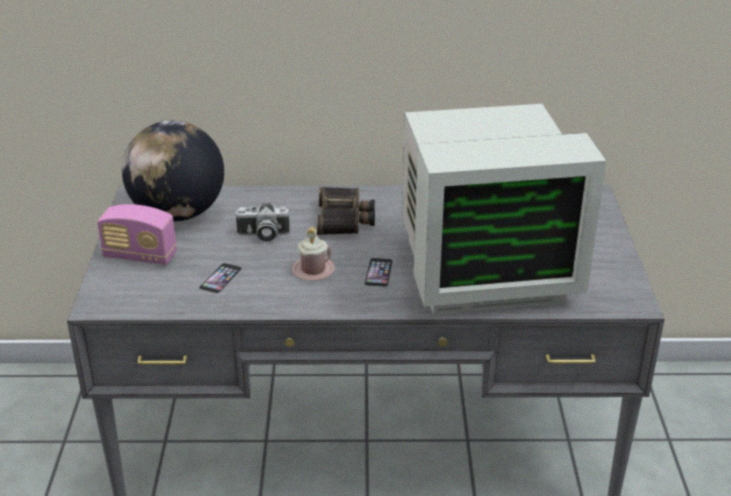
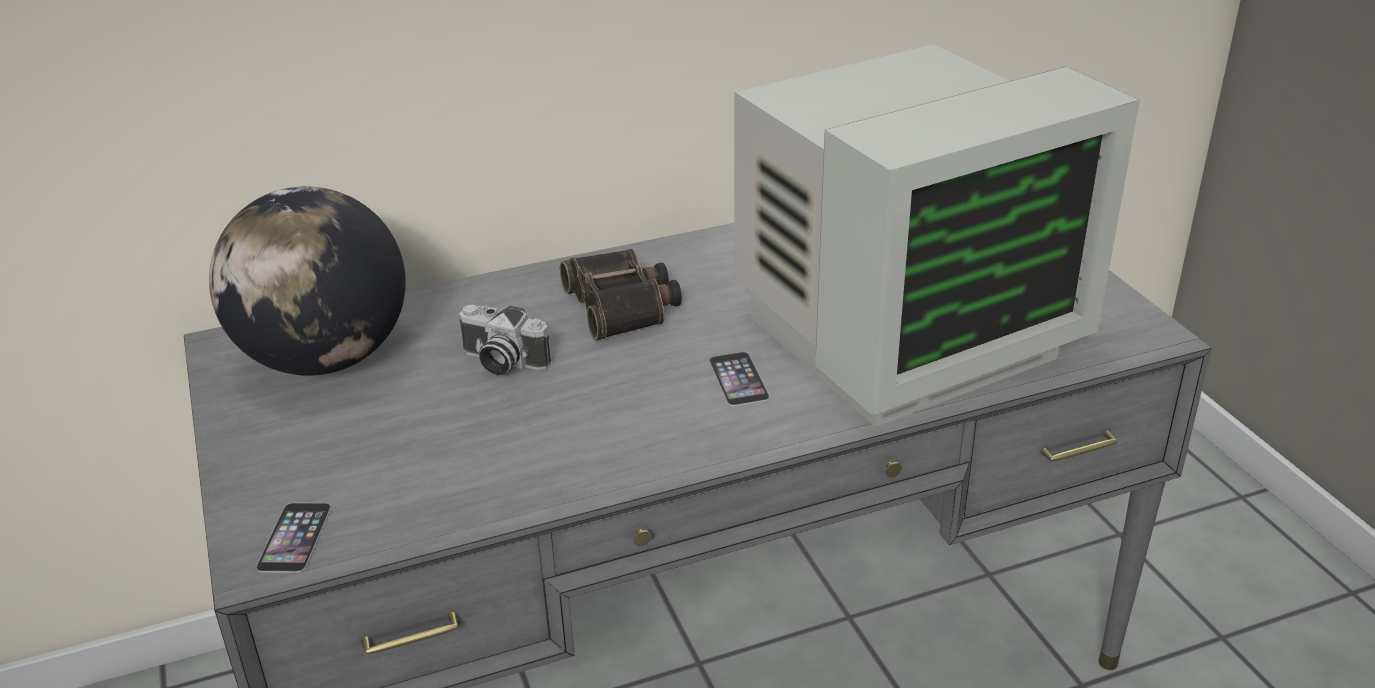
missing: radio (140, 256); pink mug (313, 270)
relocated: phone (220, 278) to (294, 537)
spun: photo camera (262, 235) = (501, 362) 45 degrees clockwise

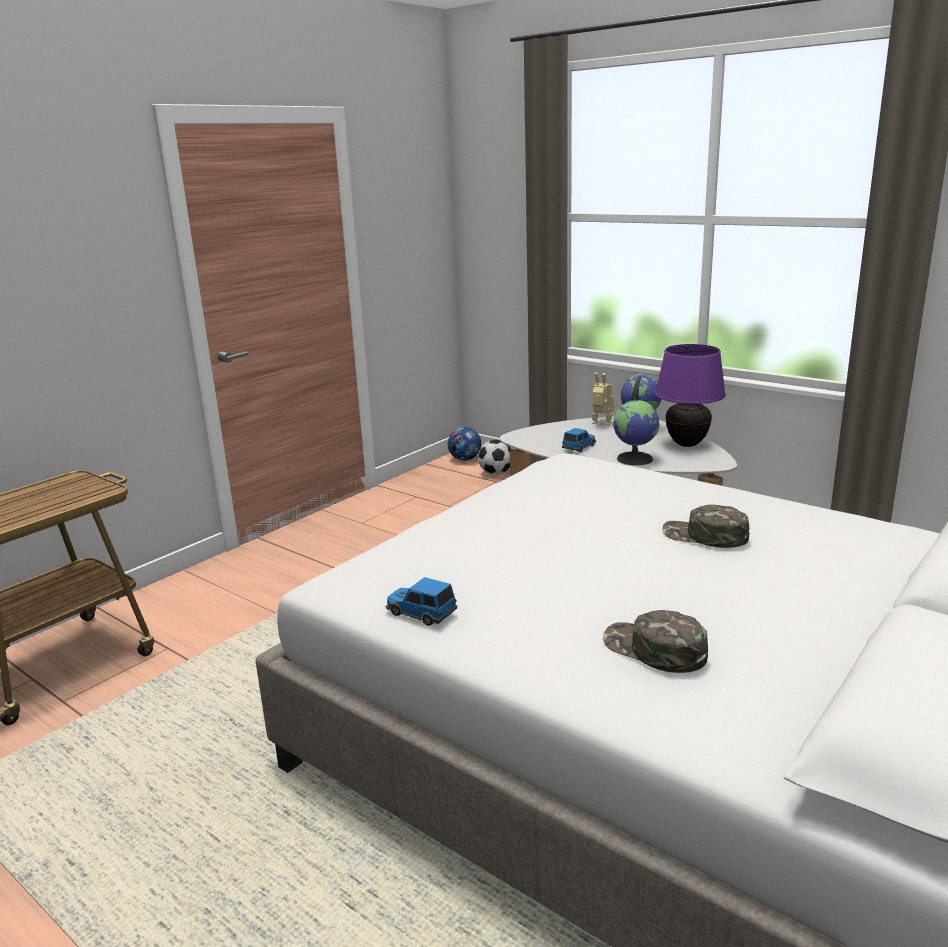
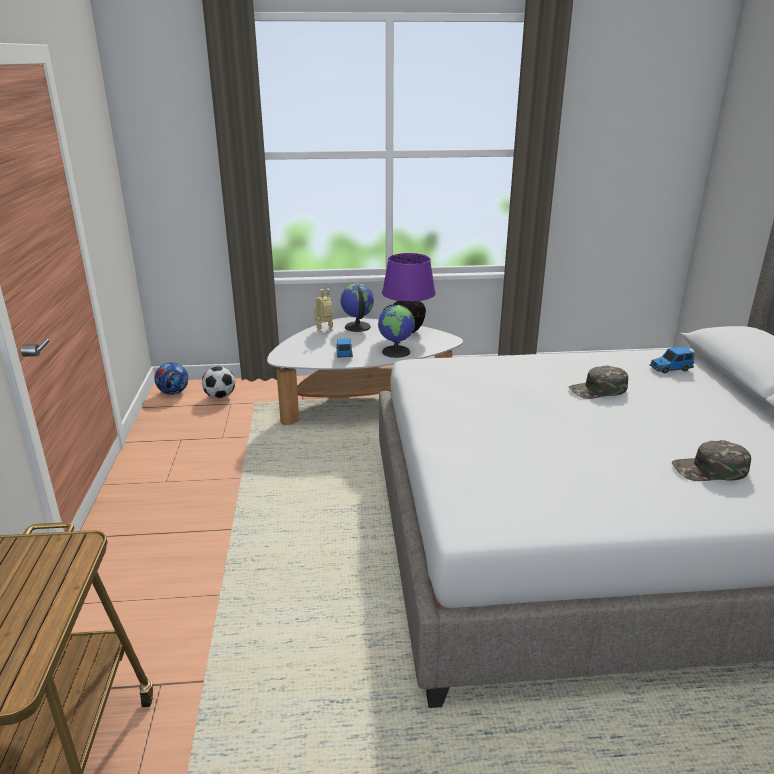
relocated: toy car (420, 613) to (670, 368)

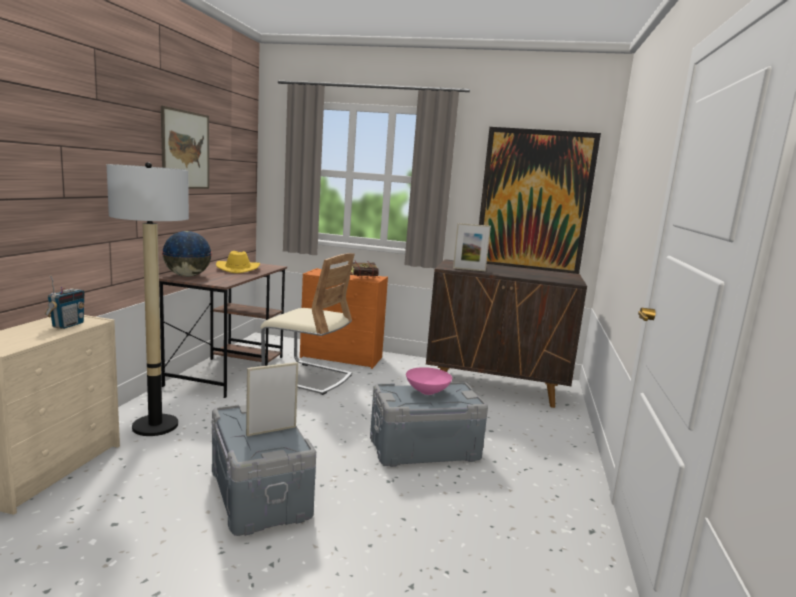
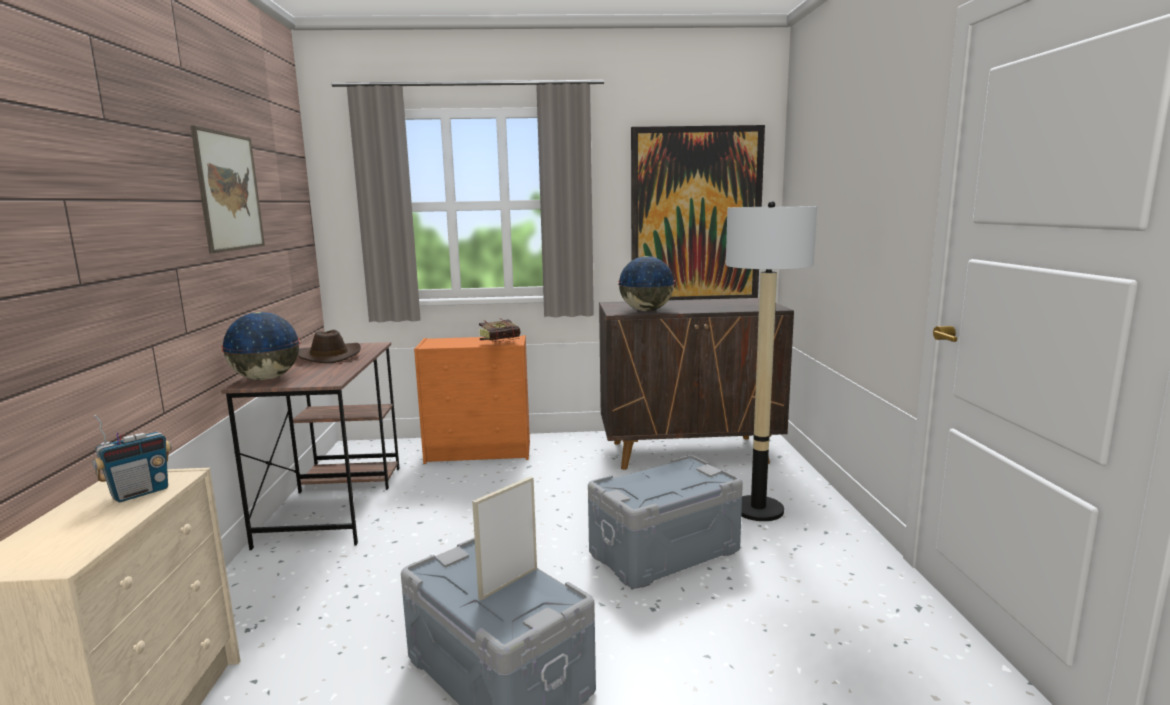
missing: beige chair (307, 377); pink bowl (427, 391)
relocated: floor lamp (155, 426) to (758, 509)
exchanged: picture frame (469, 269) to globe (646, 311)
colour: yellow hat (238, 269) to brown hat (328, 356)
spun: radio (67, 325) = (140, 493) 45 degrees clockwise

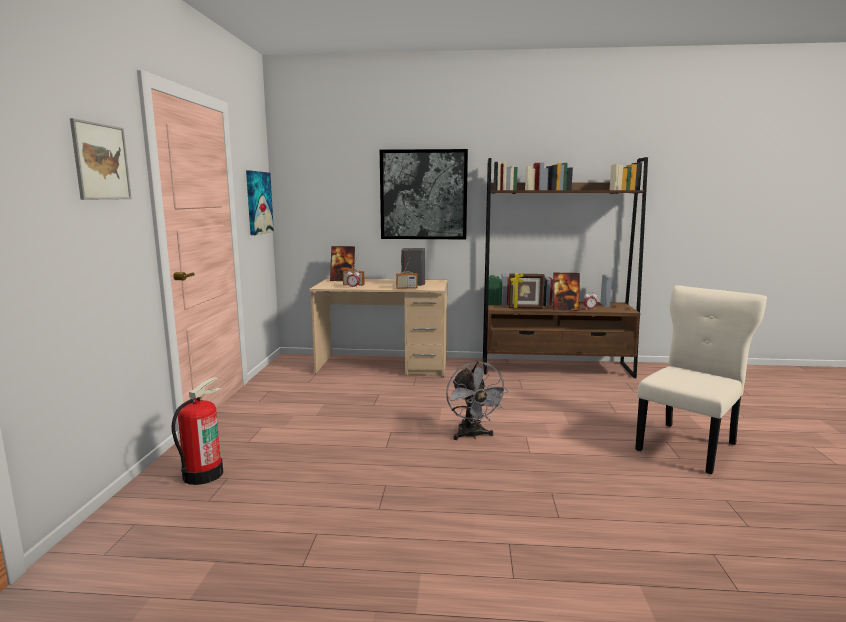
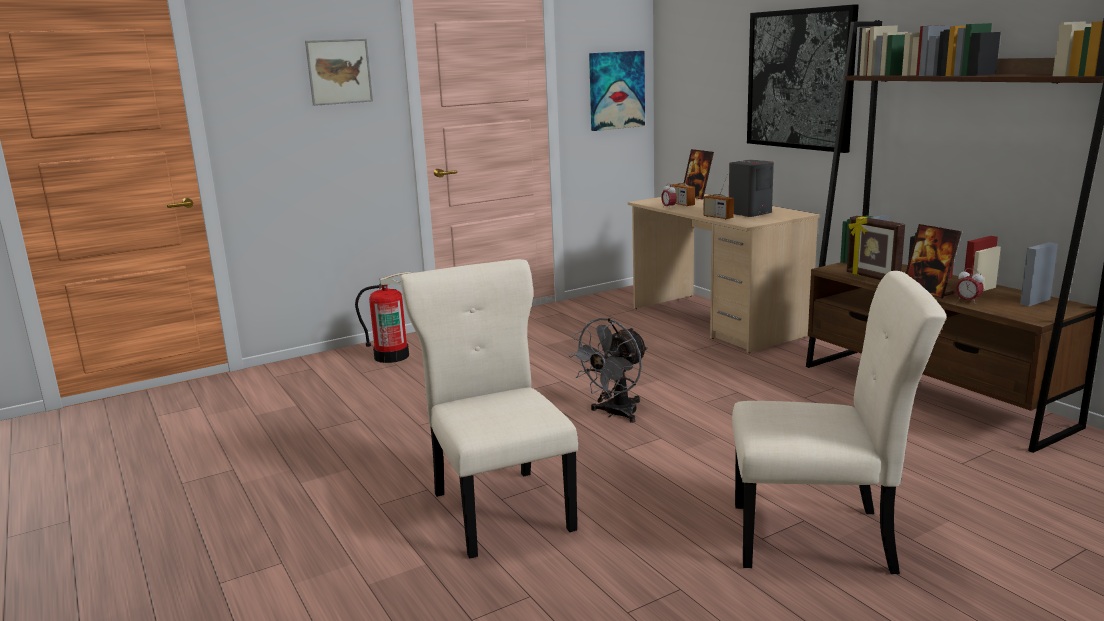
appeared: beige chair (500, 508)

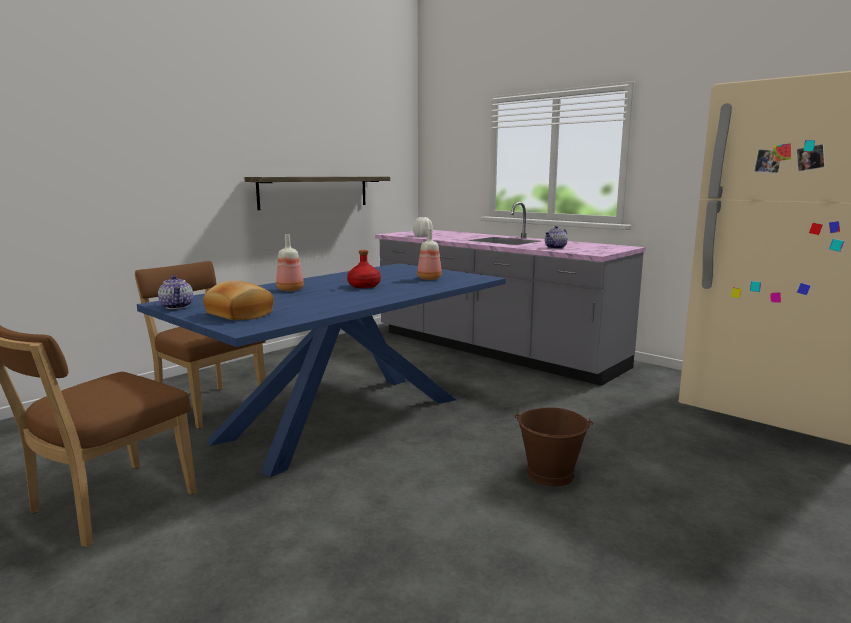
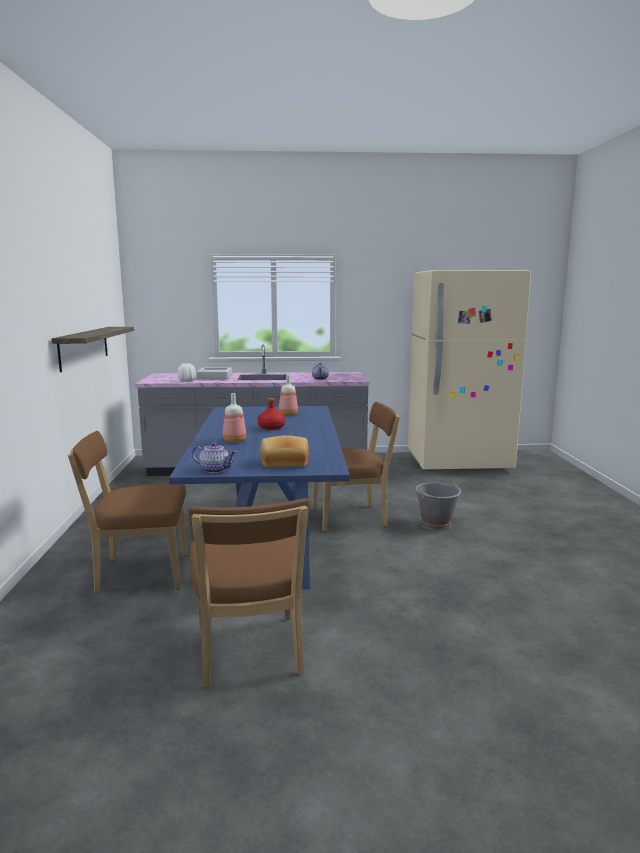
appeared: grey tray (214, 377); brown chair (352, 517)
colour: brown bucket (551, 474) to grey bucket (436, 524)

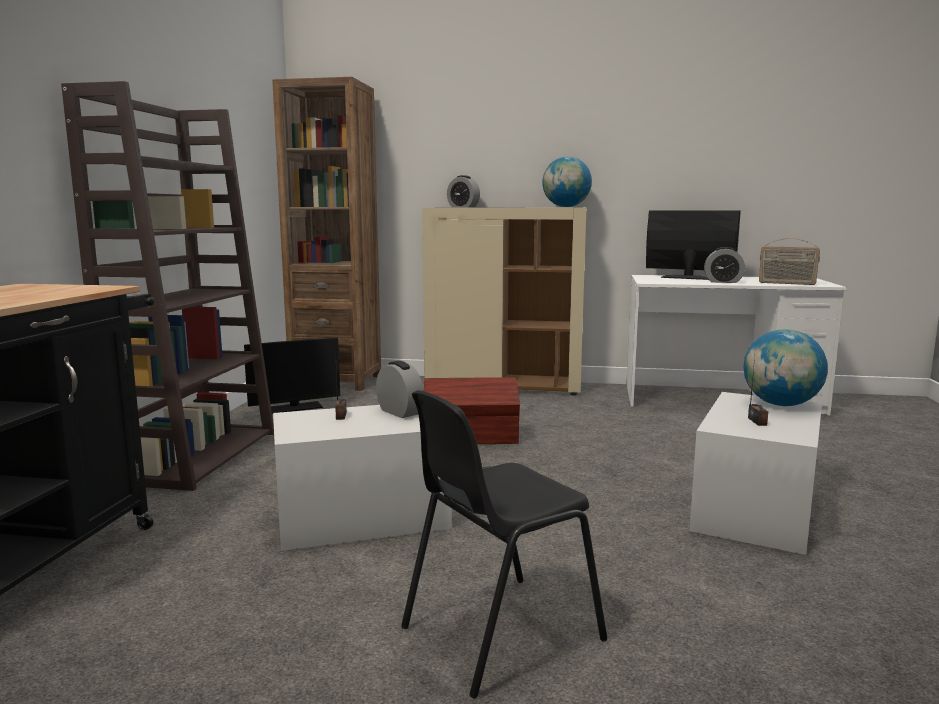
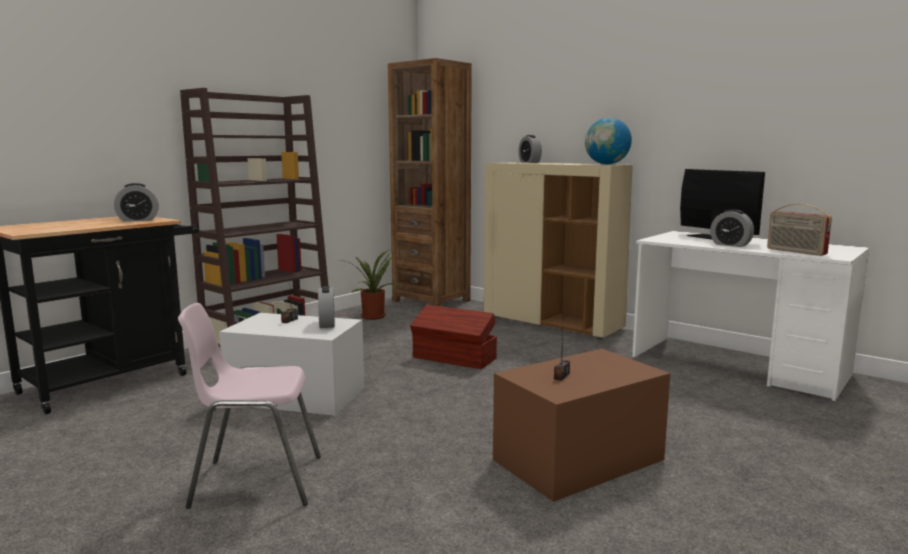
missing: globe (781, 404)
appeared: alarm clock (138, 220)
exchanged: monitor (294, 407) to potted plant (373, 316)
colour: black chair (498, 633) to pink chair (256, 481); white storage box (755, 510) to brown storage box (578, 459)

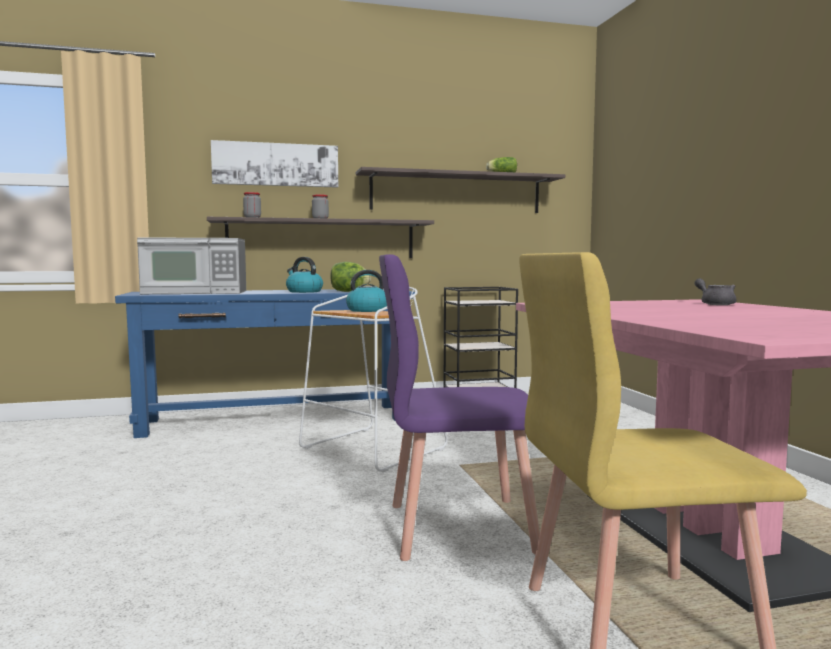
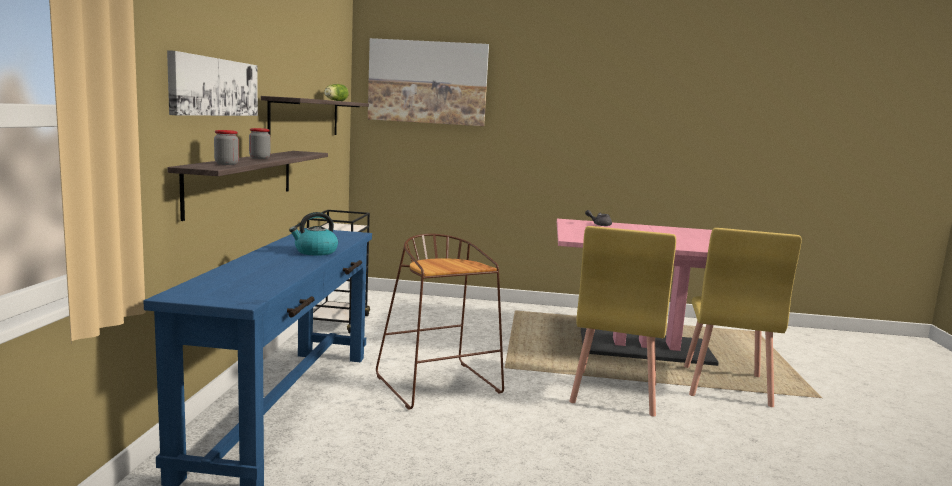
missing: microwave (195, 292); lettuce (349, 291); kettle (368, 310)
appeared: picture (428, 82)
colour: white stool (372, 450) to brown stool (440, 386); purple chair (458, 527) to yellow chair (613, 393)

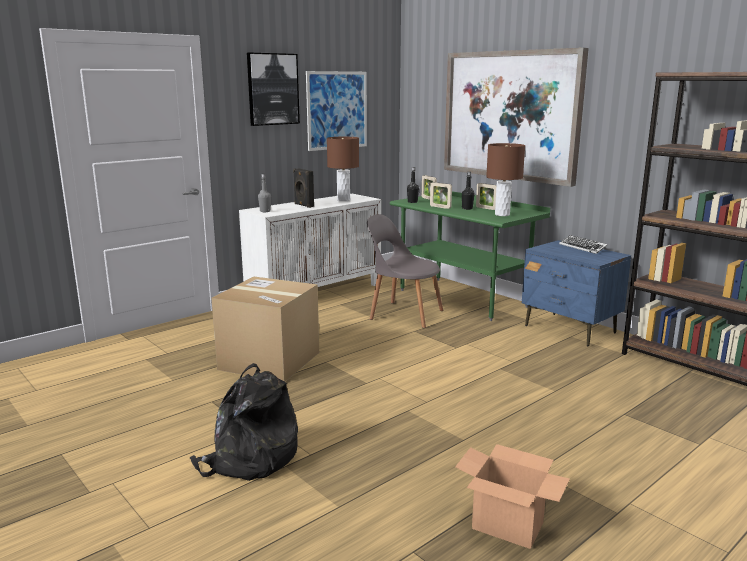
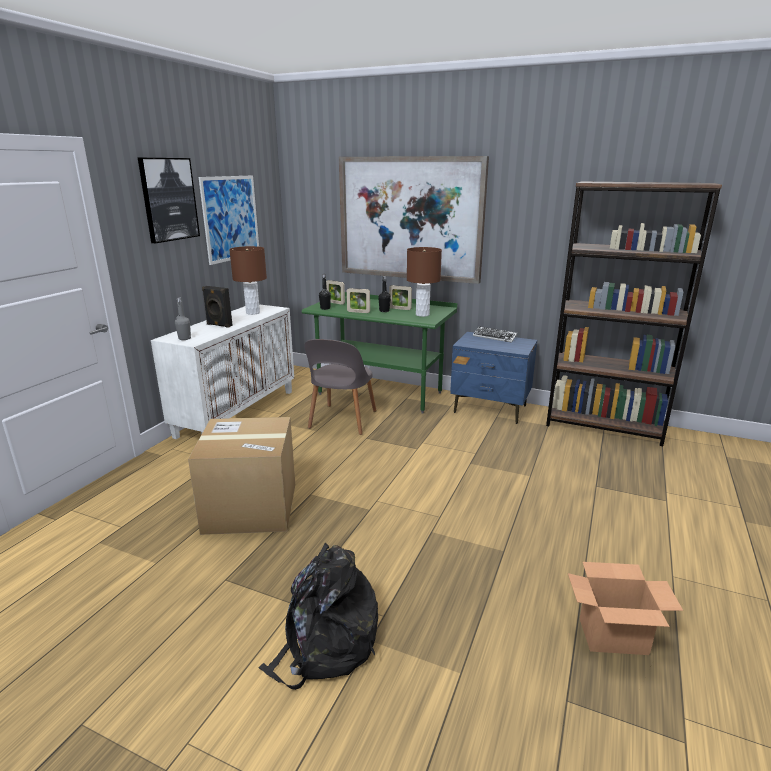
spun: grey chair (403, 314) = (342, 421) 75 degrees counterclockwise

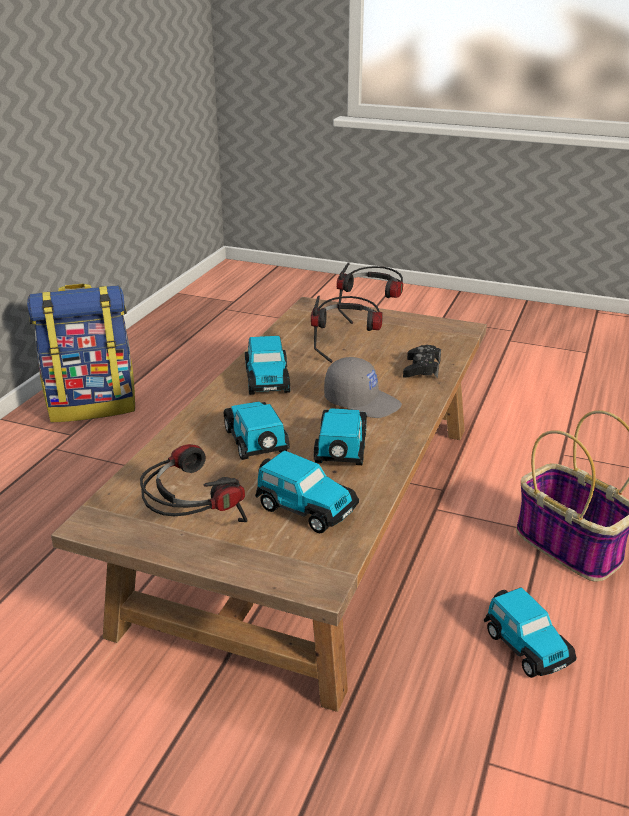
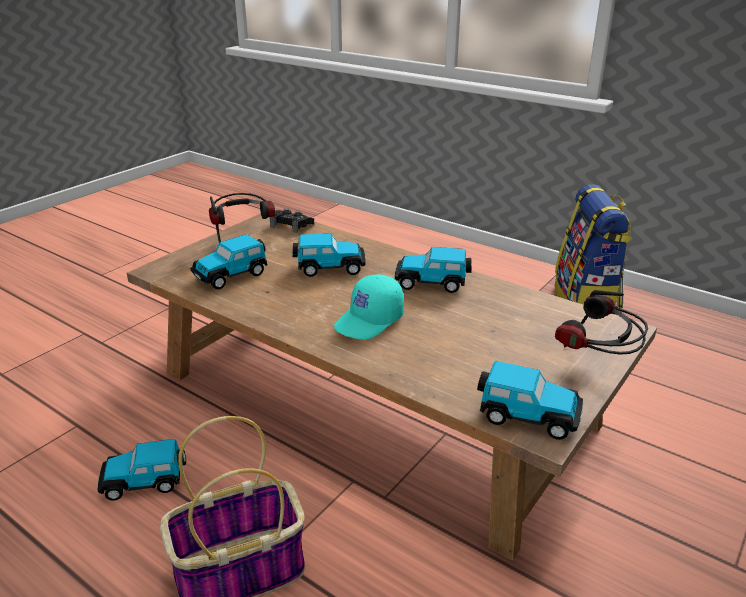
missing: headphones (347, 349)
relocated: toy car (341, 449) to (526, 415); black game controller (422, 369) to (291, 225)
colour: grey cap (362, 401) to turquoise cap (370, 321)

